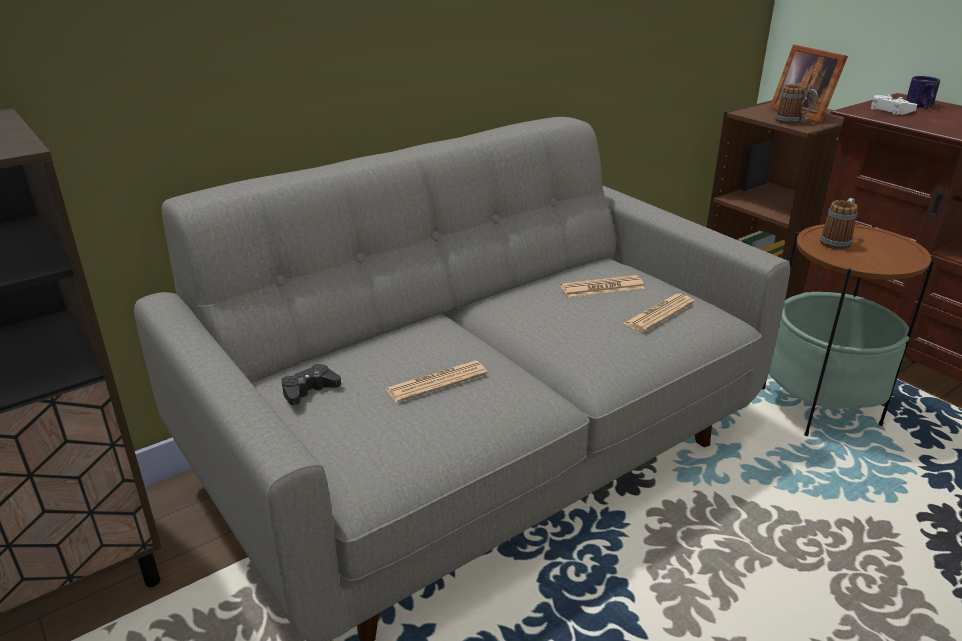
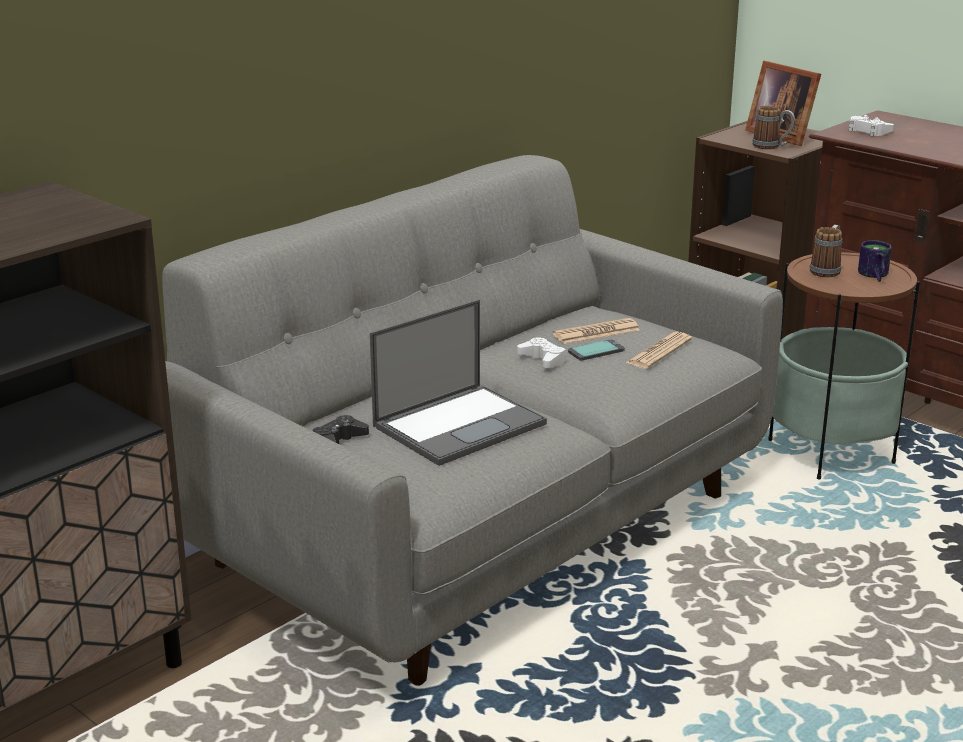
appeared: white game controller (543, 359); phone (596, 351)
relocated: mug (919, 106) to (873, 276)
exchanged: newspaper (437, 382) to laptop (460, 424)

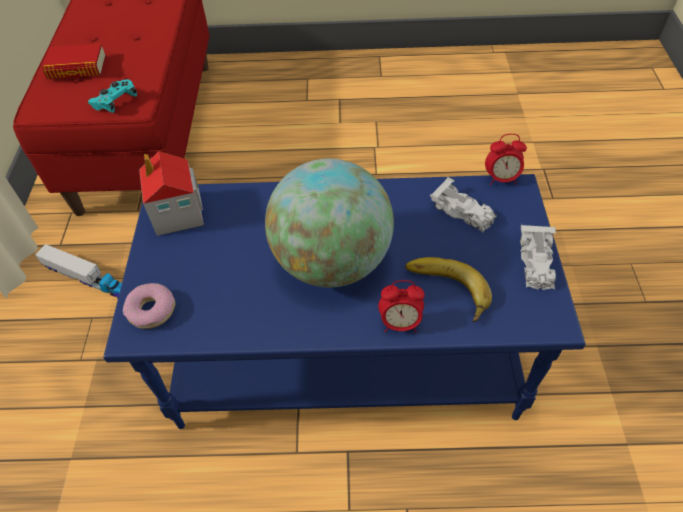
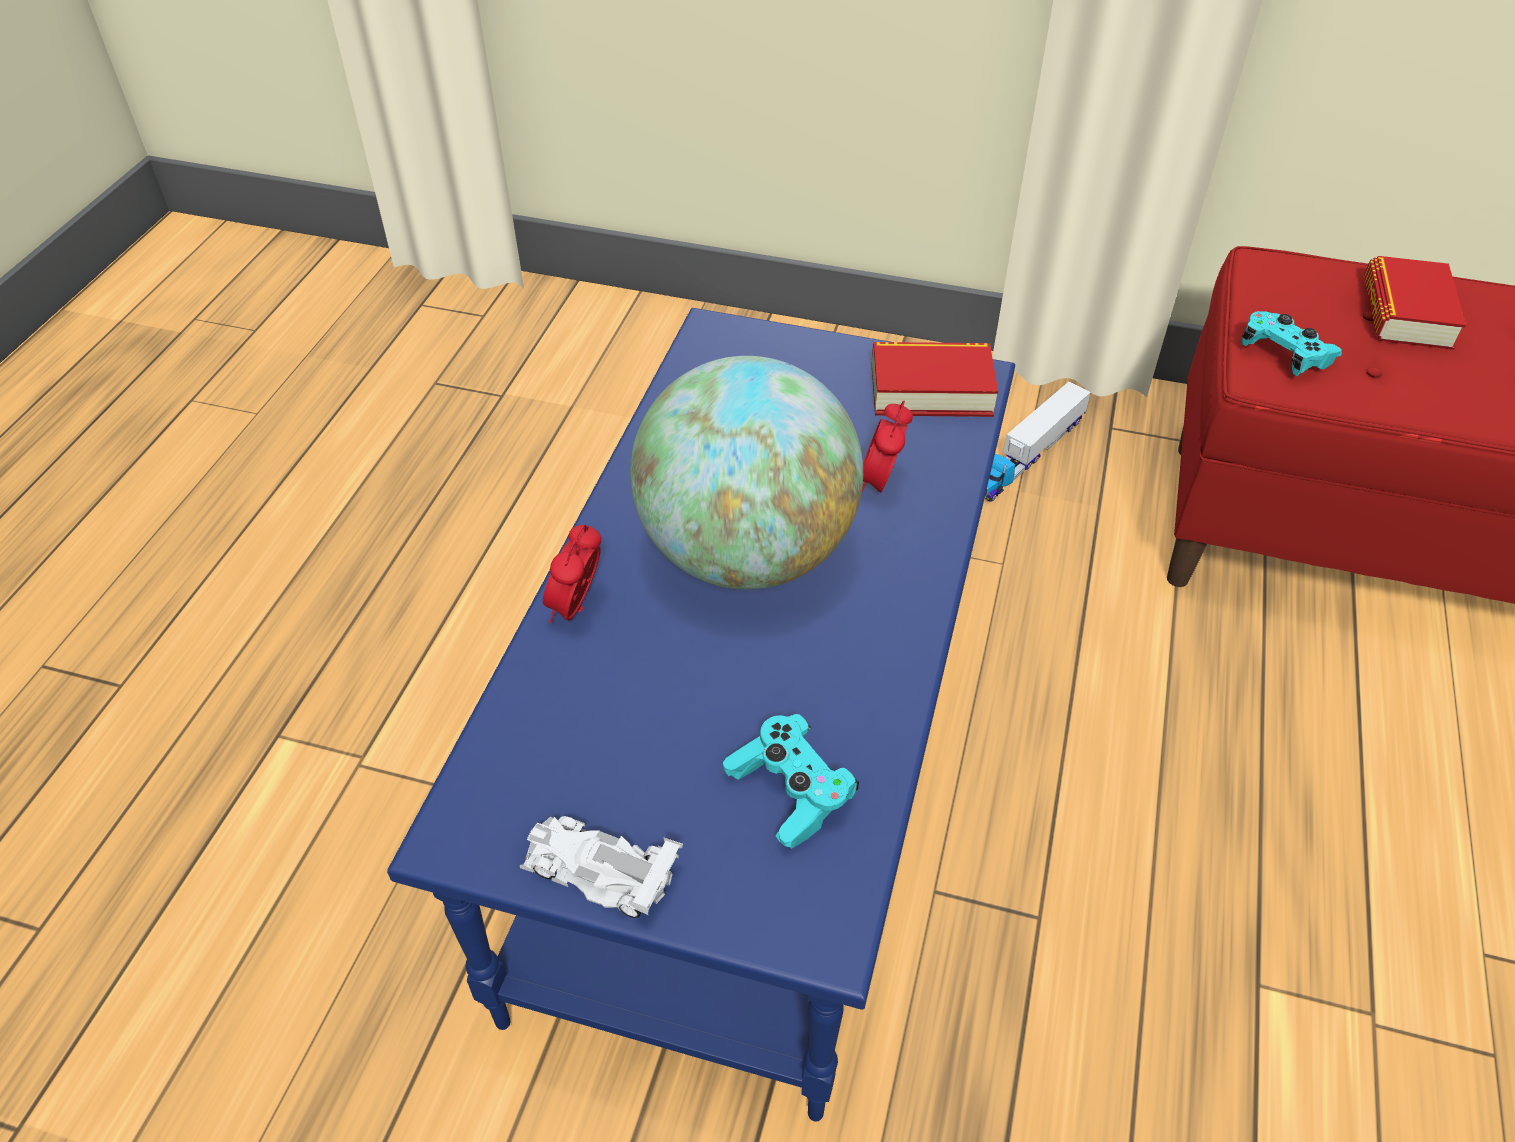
missing: donut (151, 310); banana (445, 291)
relocated: alarm clock (501, 179) to (880, 484)
exchanged: toy house (178, 214) to book (931, 389); white toy car (463, 211) to turquoise game controller (791, 791)

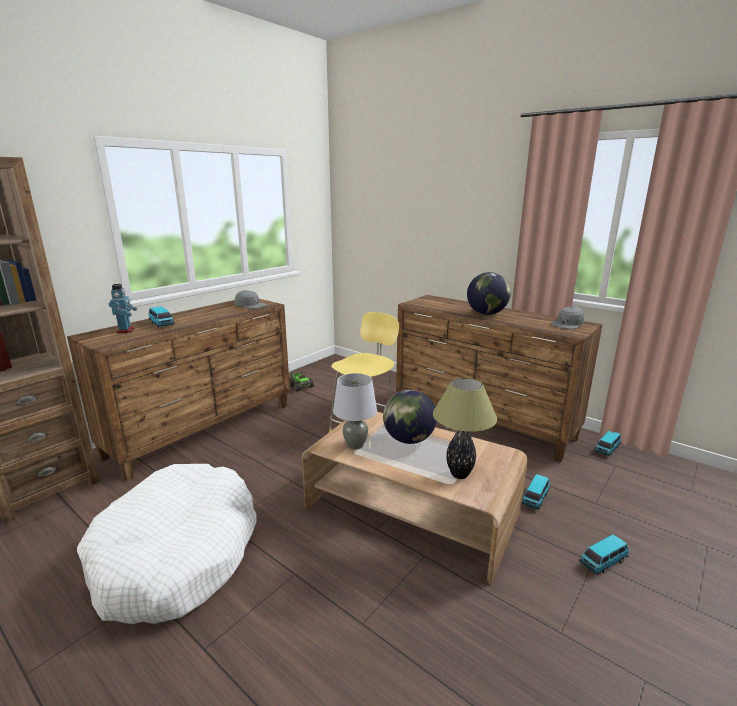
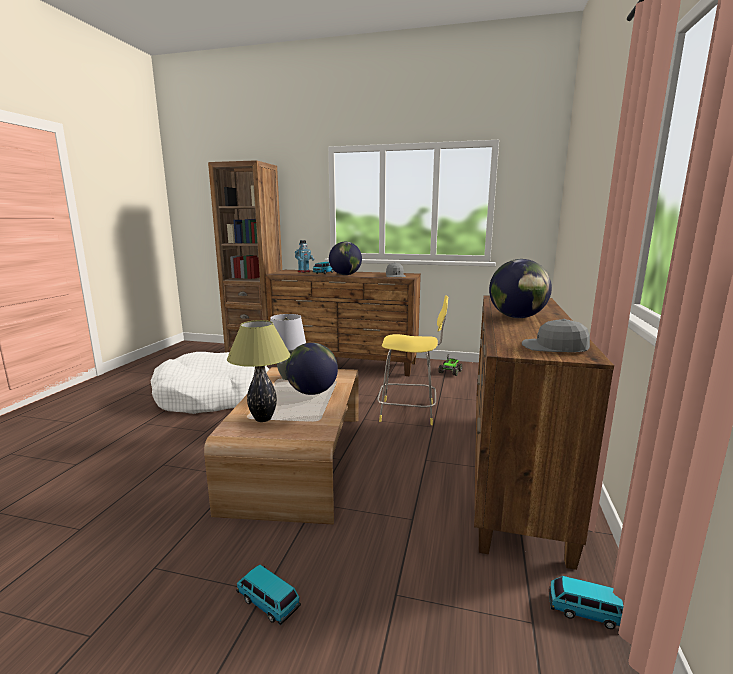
missing: toy car (535, 498)
appeared: globe (345, 275)

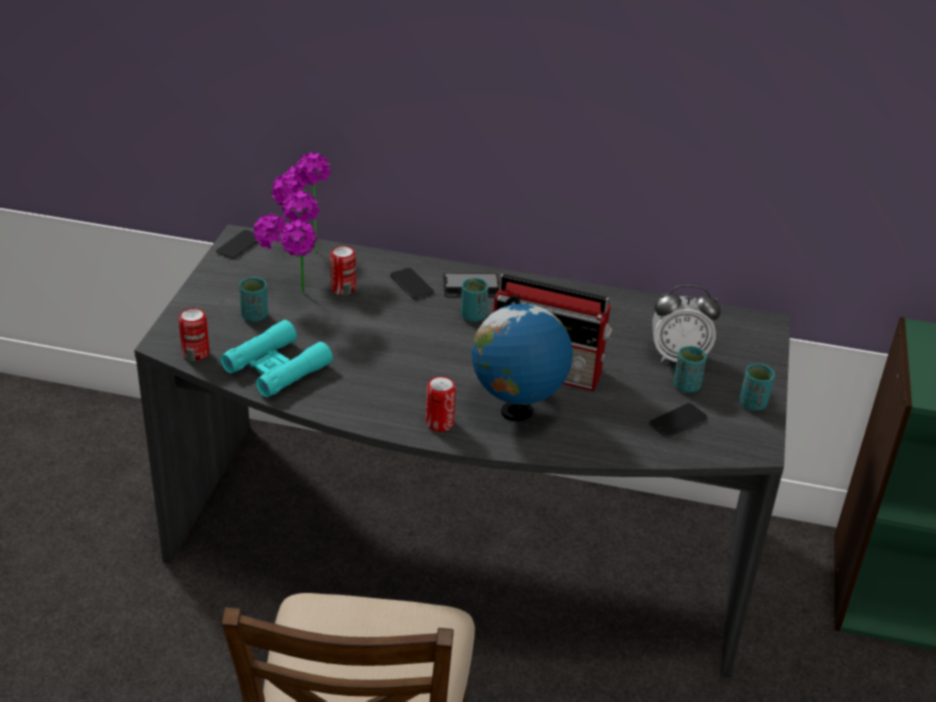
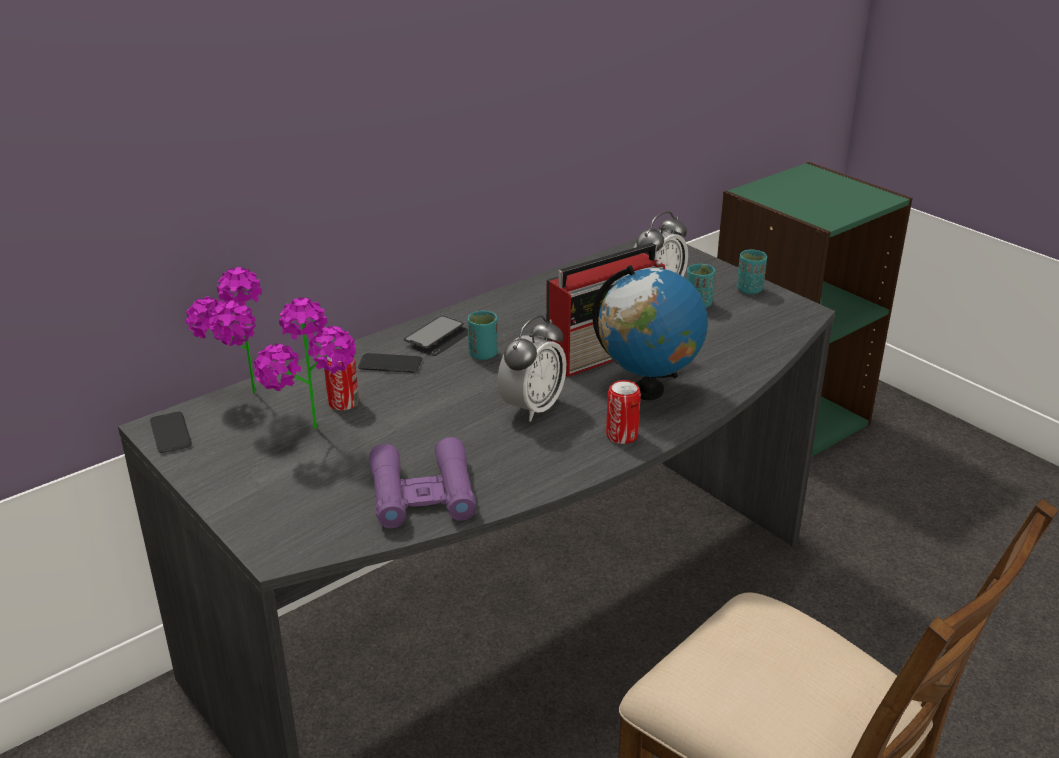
missing: can (196, 354); turquoise cup (254, 316); phone (677, 421)
appeared: alarm clock (532, 408)
colour: turquoise binoculars (276, 368) to purple binoculars (422, 494)

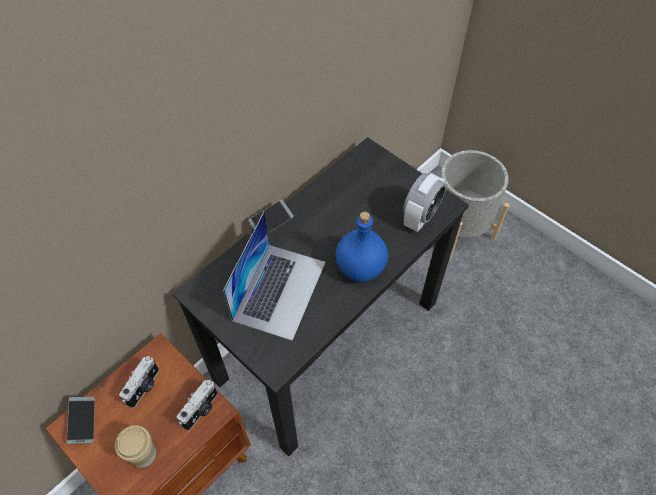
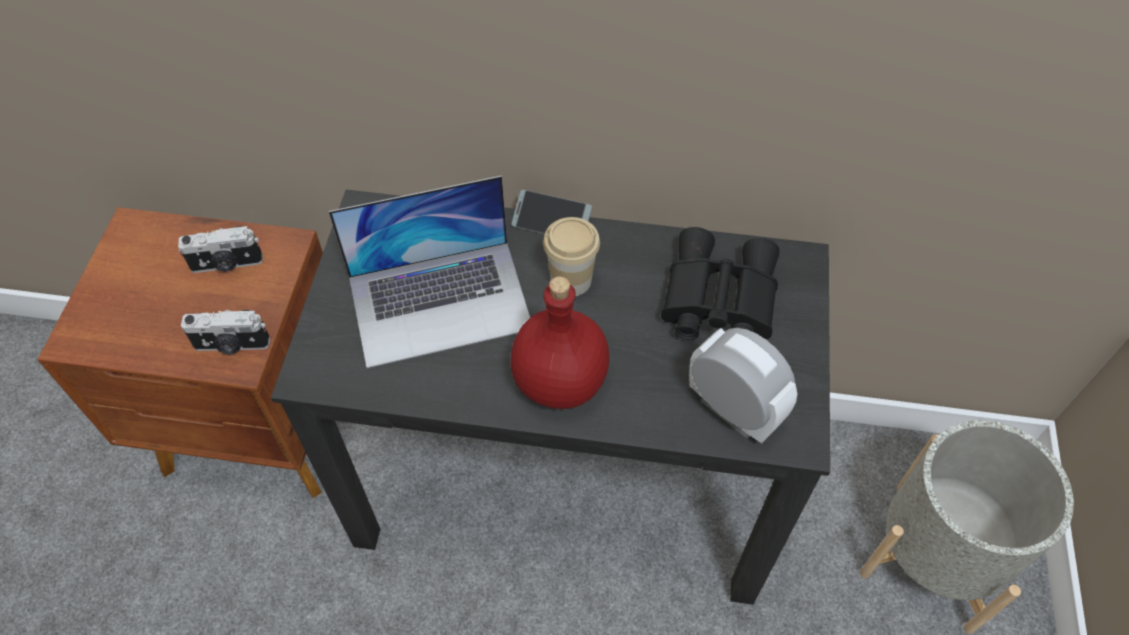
missing: phone (83, 421)
appeared: black binoculars (716, 300)
relocated: cup (143, 454) to (571, 280)
colour: blue bottle (360, 267) to red bottle (561, 380)
spun: alarm clock (420, 217) = (733, 411) 135 degrees counterclockwise

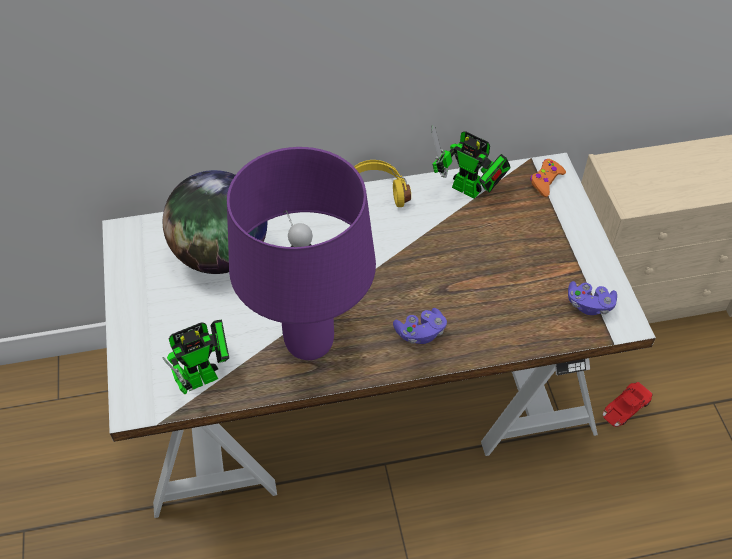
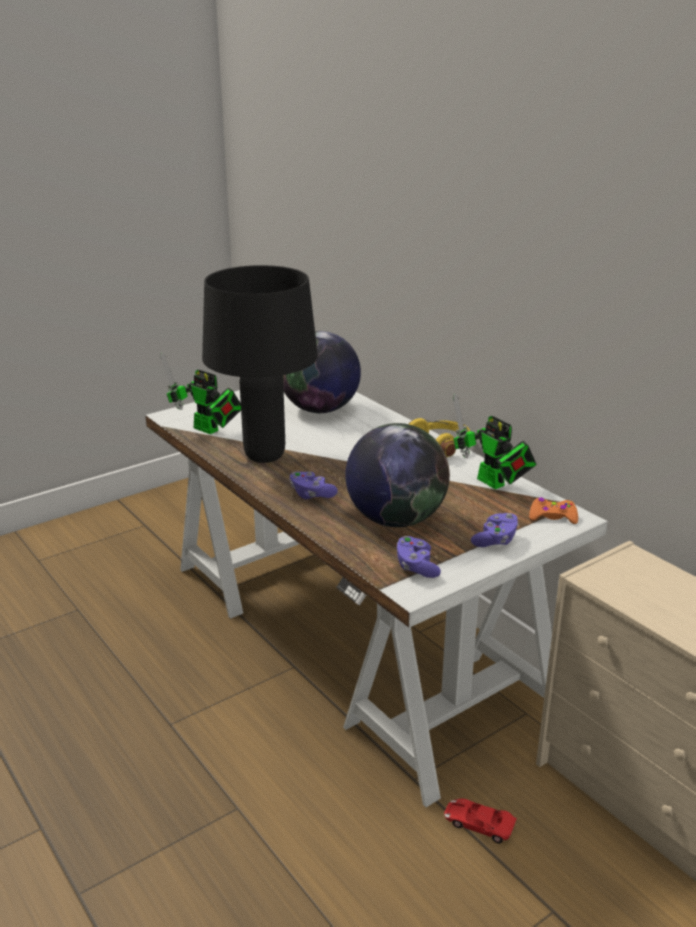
appeared: globe (395, 520); purple game controller (495, 540)
colour: purple table lamp (309, 343) to black table lamp (265, 456)
spun: toy robot (470, 191) = (494, 484) 45 degrees counterclockwise

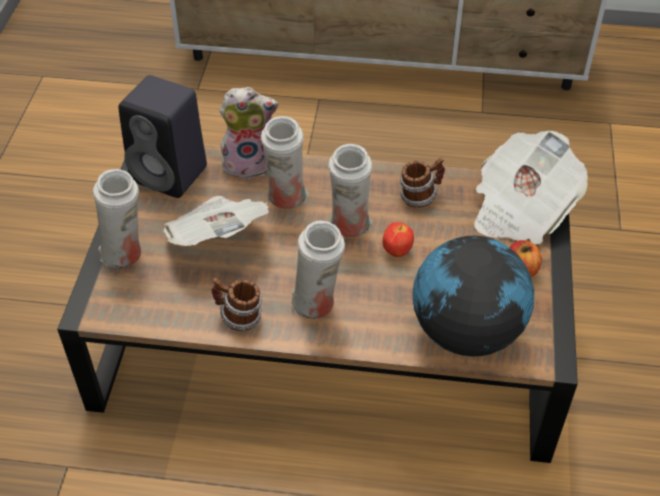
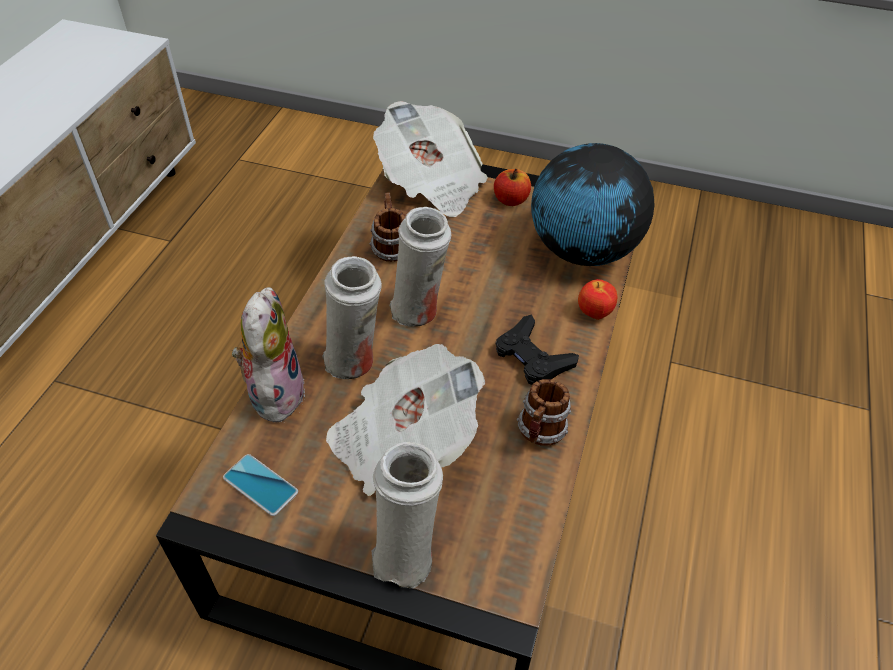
relocated: apple (396, 251) to (594, 313)
exchanged: black speaker (171, 174) to phone (260, 485); white vase (317, 305) to black game controller (532, 357)

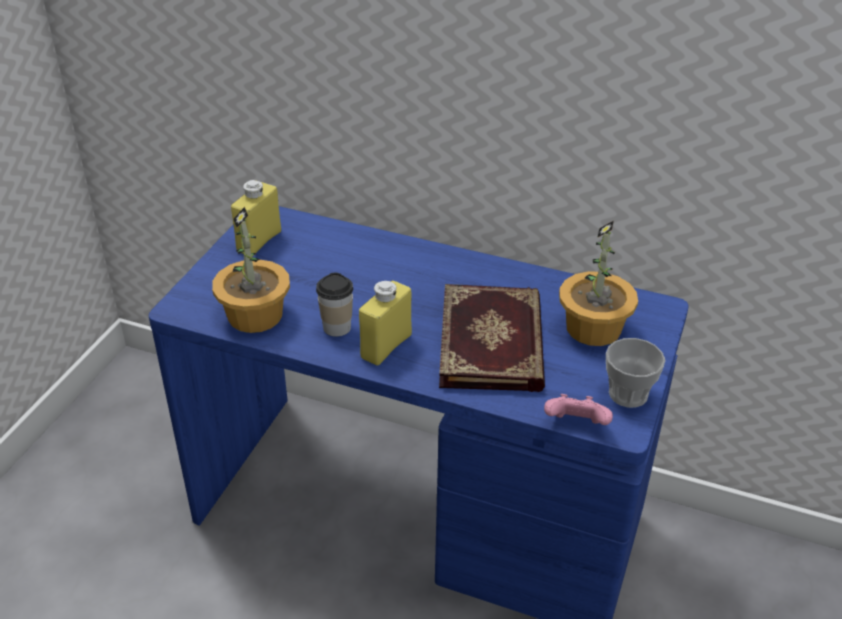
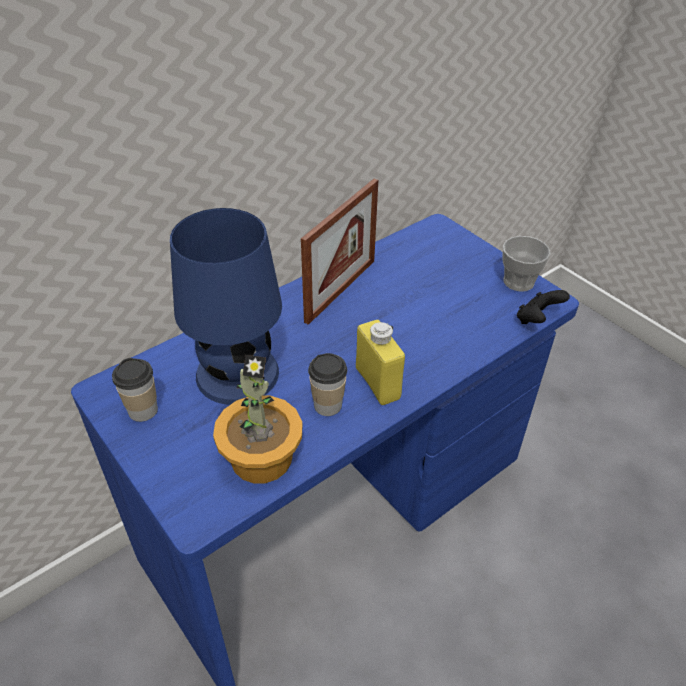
missing: book (493, 342); potted plant (594, 328)
appeared: blue table lamp (238, 373); picture frame (340, 290)
exchanged: yellow bottle (259, 241) to cup (143, 410)
colour: pink game controller (576, 425) to black game controller (537, 320)

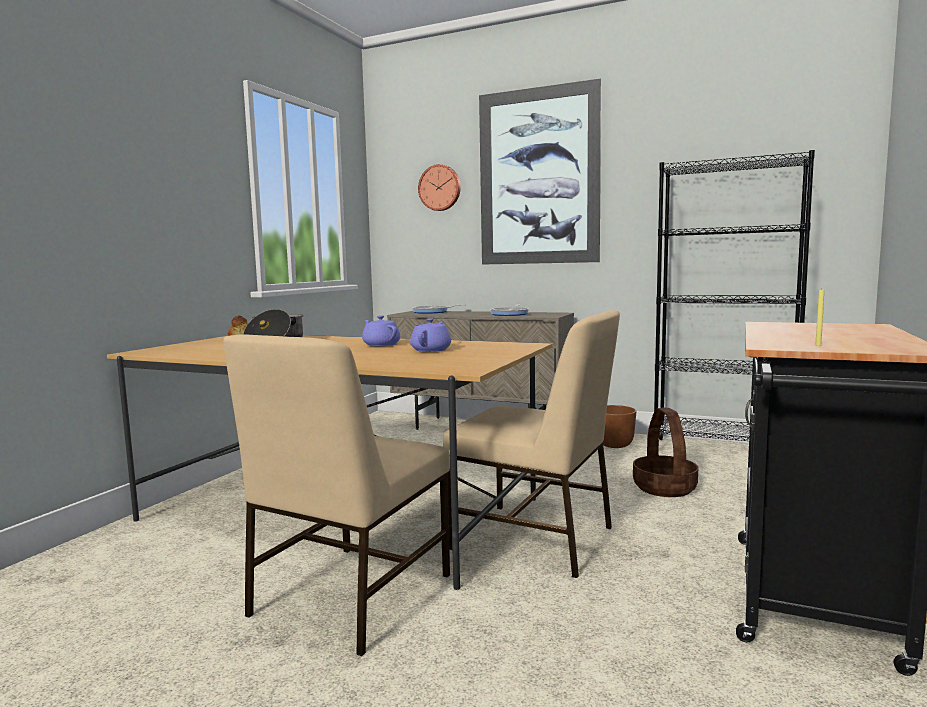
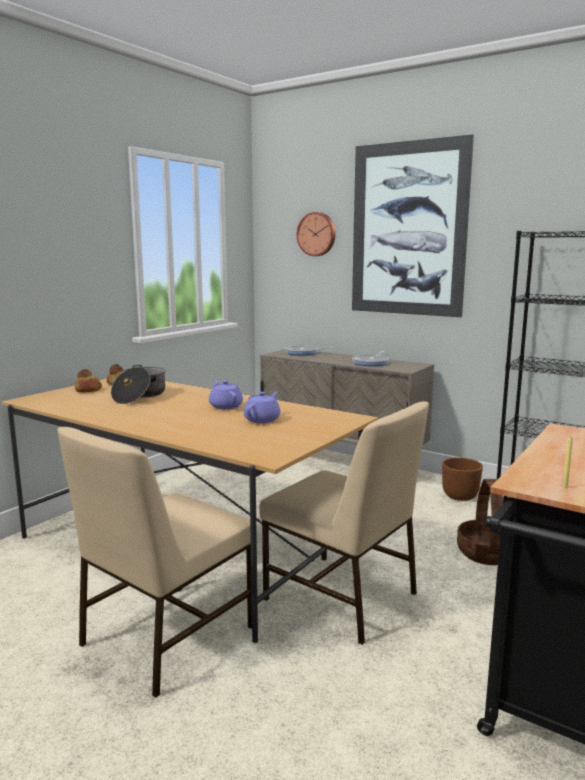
appeared: bread (88, 390)

